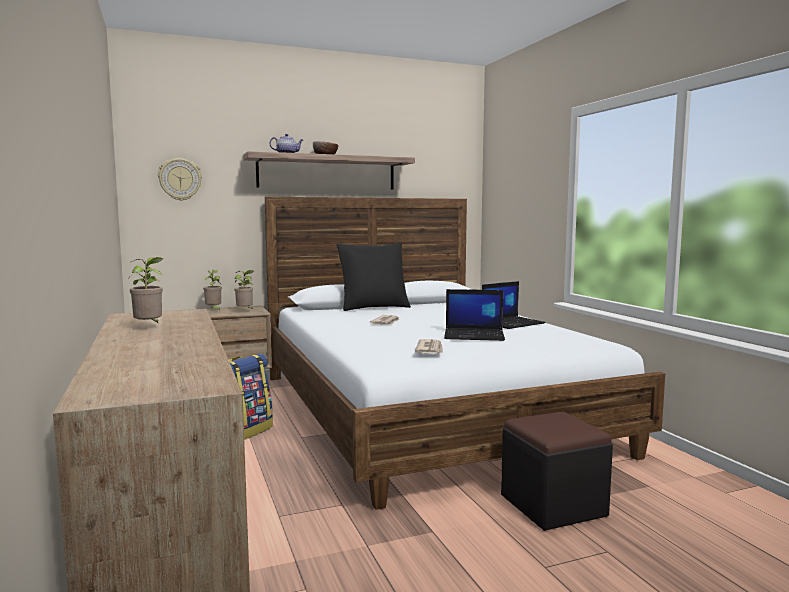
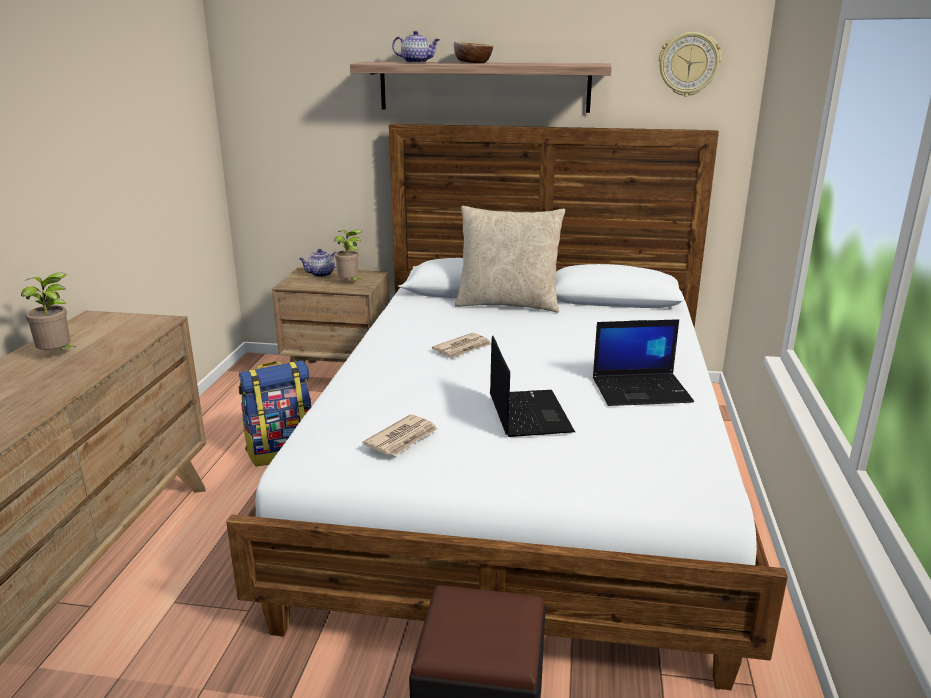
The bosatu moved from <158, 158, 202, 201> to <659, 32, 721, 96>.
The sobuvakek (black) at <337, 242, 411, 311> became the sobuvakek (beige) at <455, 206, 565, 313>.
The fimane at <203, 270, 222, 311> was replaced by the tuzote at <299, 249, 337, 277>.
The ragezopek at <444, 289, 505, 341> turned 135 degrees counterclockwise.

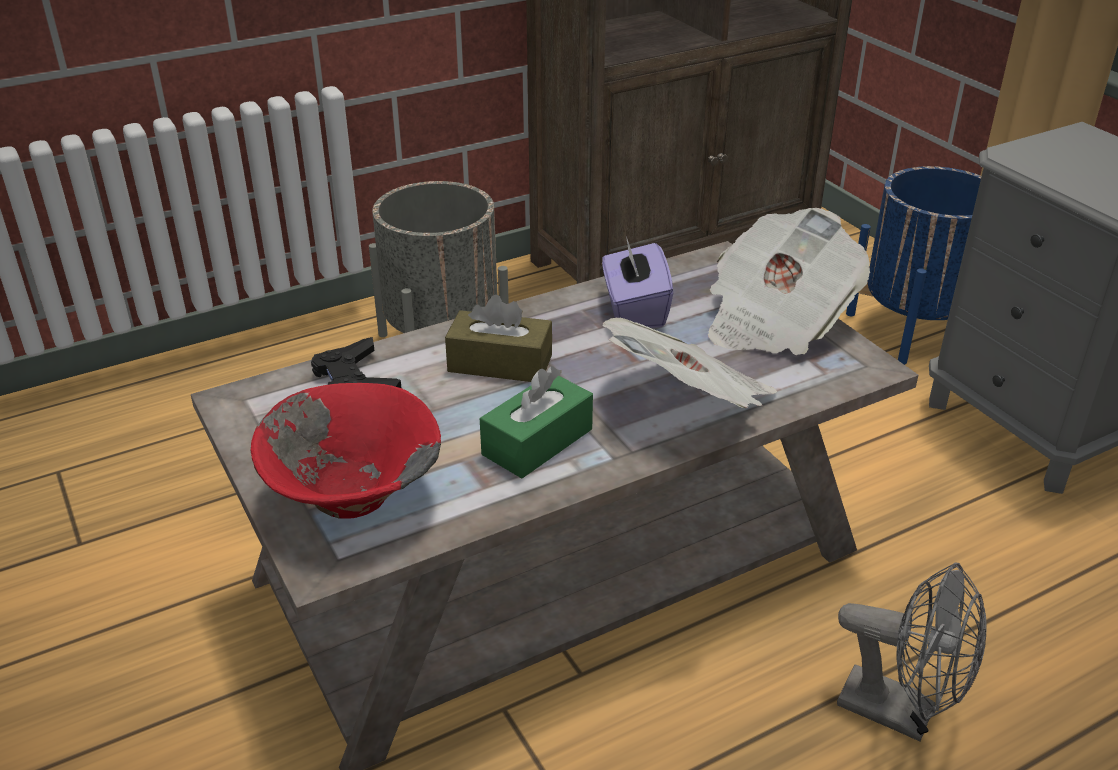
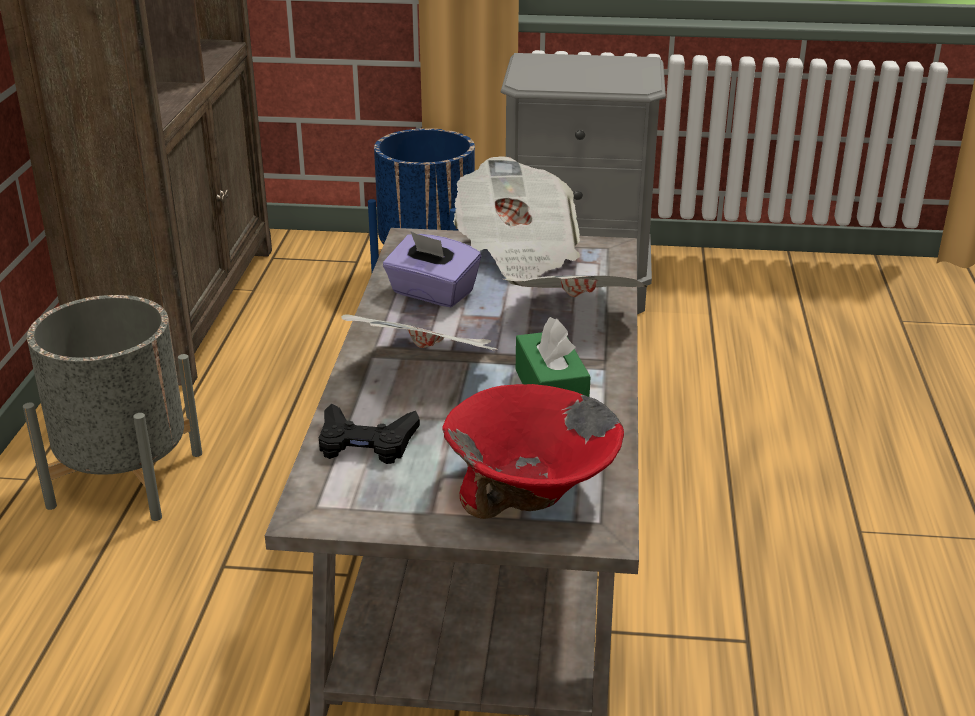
The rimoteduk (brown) at <445, 295, 552, 382> was replaced by the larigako at <342, 314, 498, 352>.
The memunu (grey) at <837, 563, 987, 741> disappeared.

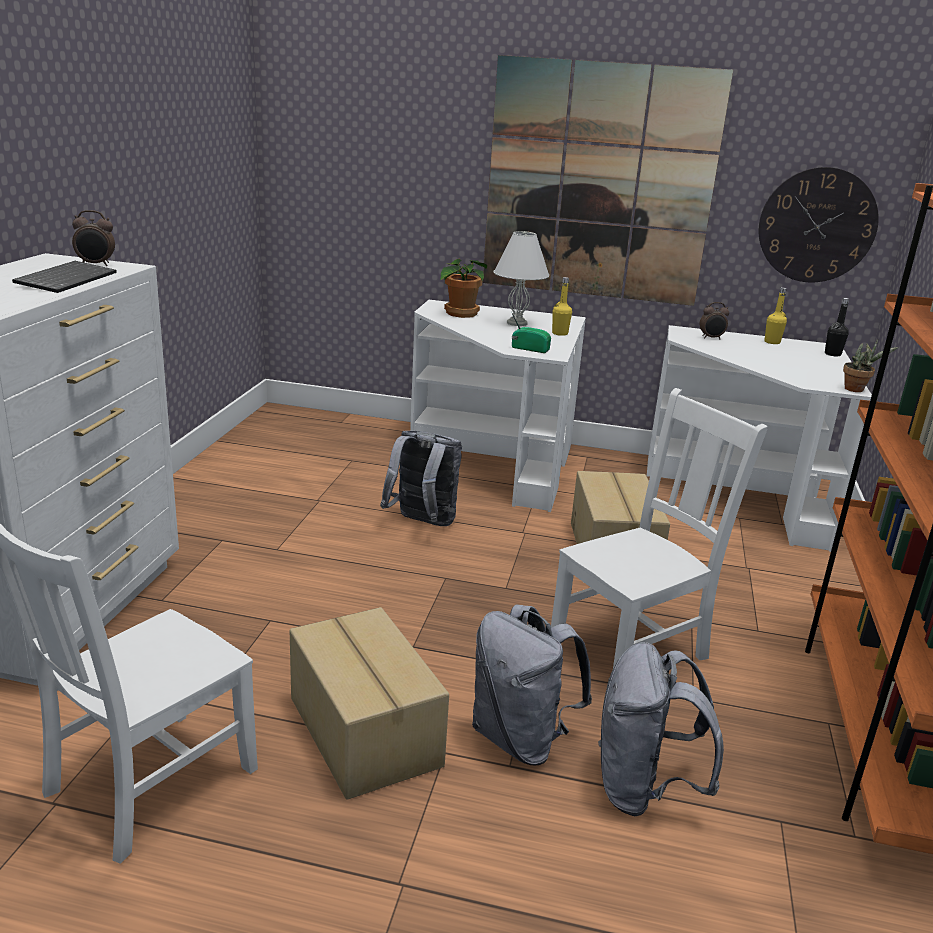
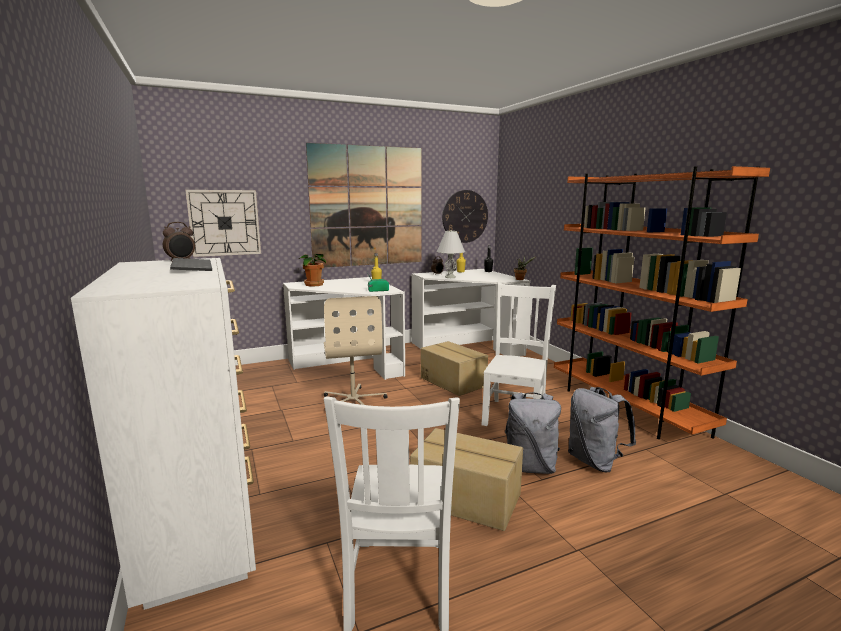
The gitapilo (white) moved from <494, 231, 549, 326> to <436, 230, 465, 278>.
The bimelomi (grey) at <380, 431, 462, 526> was replaced by the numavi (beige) at <324, 296, 387, 405>.
The bosatu at <185, 190, 261, 257> appeared.

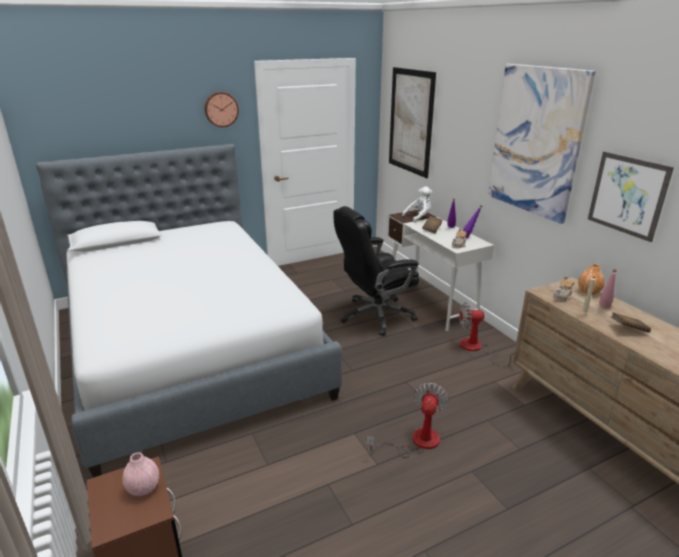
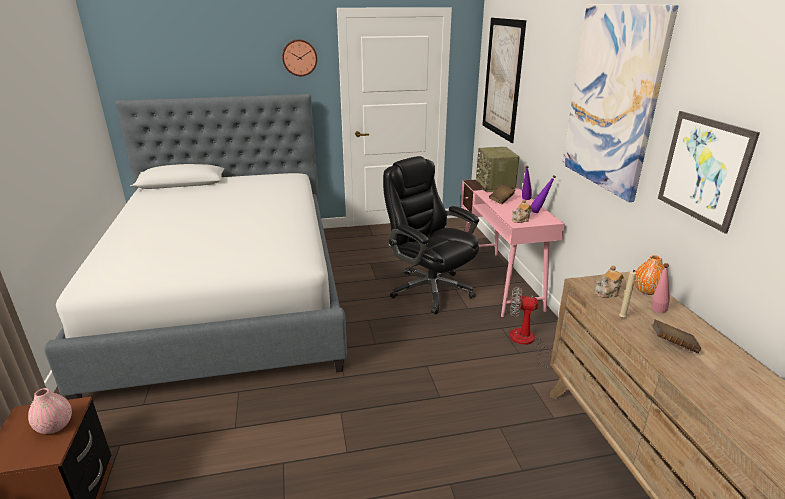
The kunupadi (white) at <402, 186, 432, 223> was replaced by the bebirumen at <476, 147, 519, 192>.
The numavi (black) at <333, 206, 419, 336> turned 60 degrees clockwise.
The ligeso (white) at <386, 209, 494, 331> became the ligeso (pink) at <461, 179, 565, 317>.
The memunu at <366, 383, 449, 458> disappeared.

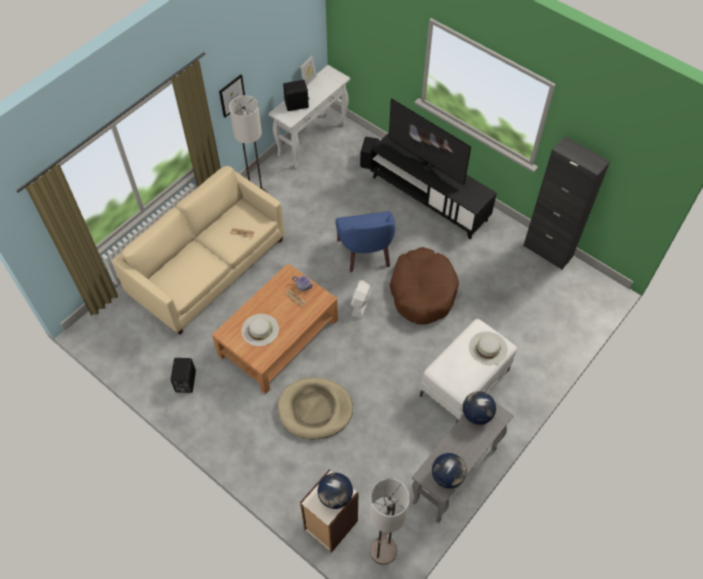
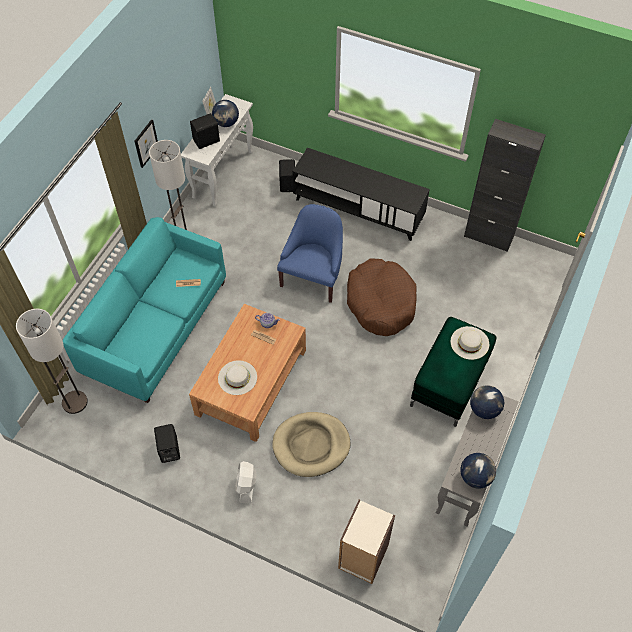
The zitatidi at <389, 98, 471, 185> disappeared.
The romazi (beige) at <112, 166, 284, 335> became the romazi (turquoise) at <63, 217, 226, 403>.
The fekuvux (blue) at <336, 211, 395, 272> turned 135 degrees counterclockwise.
The memunu (white) moved from <350, 280, 371, 318> to <236, 461, 256, 503>.
The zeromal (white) at <420, 319, 517, 423> became the zeromal (green) at <410, 317, 497, 427>.
The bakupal moved from <318, 473, 353, 509> to <212, 100, 239, 127>.
The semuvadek moved from <369, 478, 410, 565> to <16, 309, 88, 414>.

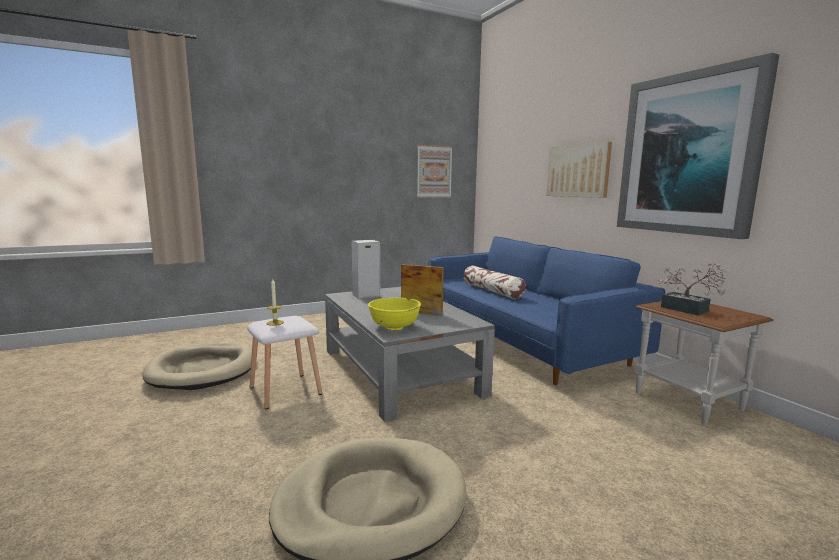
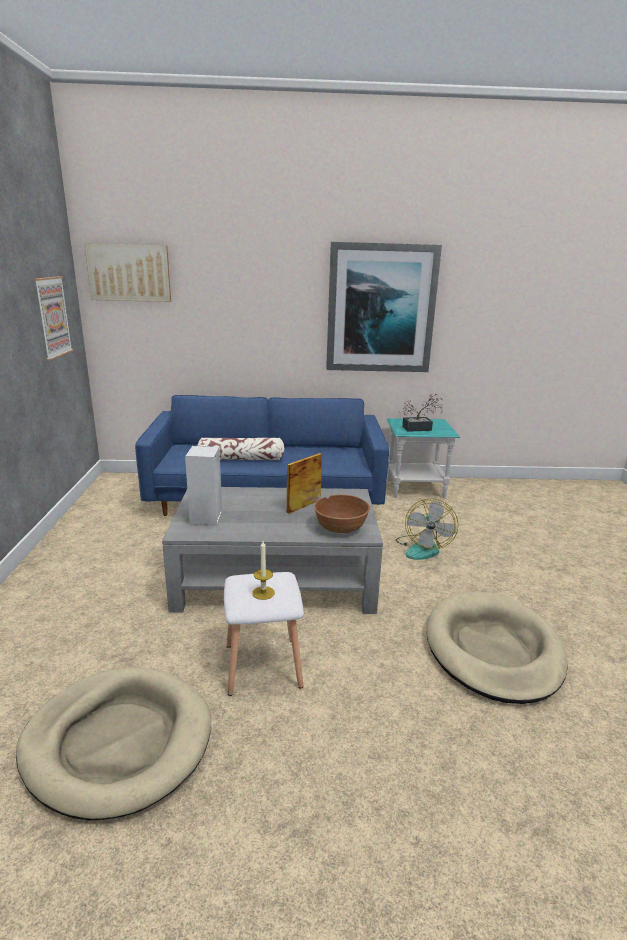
The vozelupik moved from <547, 142, 612, 198> to <84, 243, 171, 302>.
The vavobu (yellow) at <368, 298, 421, 330> became the vavobu (brown) at <314, 494, 370, 533>.
The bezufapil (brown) at <635, 301, 773, 425> became the bezufapil (turquoise) at <387, 418, 460, 499>.
The memunu at <396, 499, 458, 560> appeared.

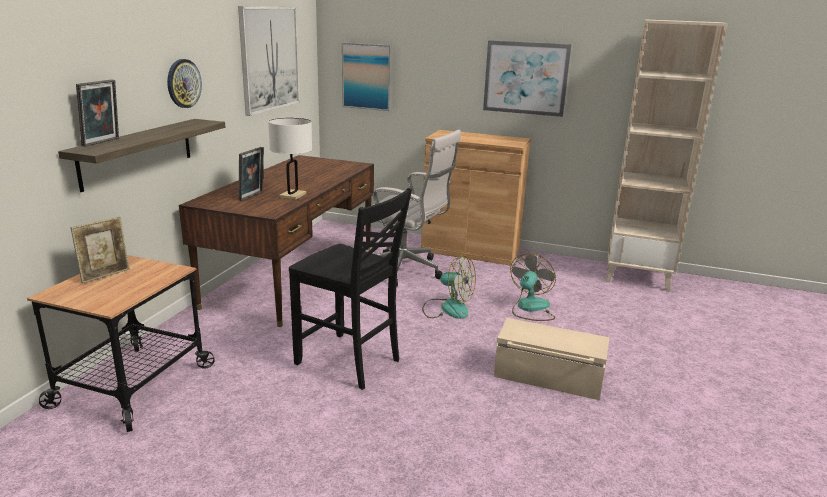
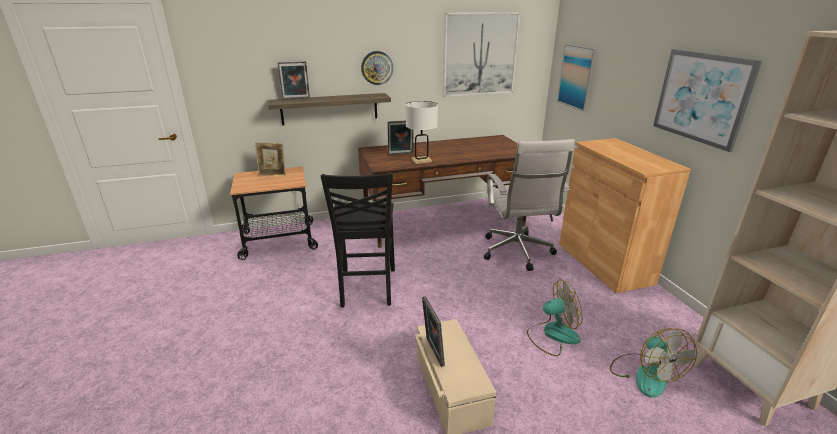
The memunu moved from <422, 255, 476, 319> to <610, 328, 697, 397>.
The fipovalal at <422, 296, 445, 367> appeared.

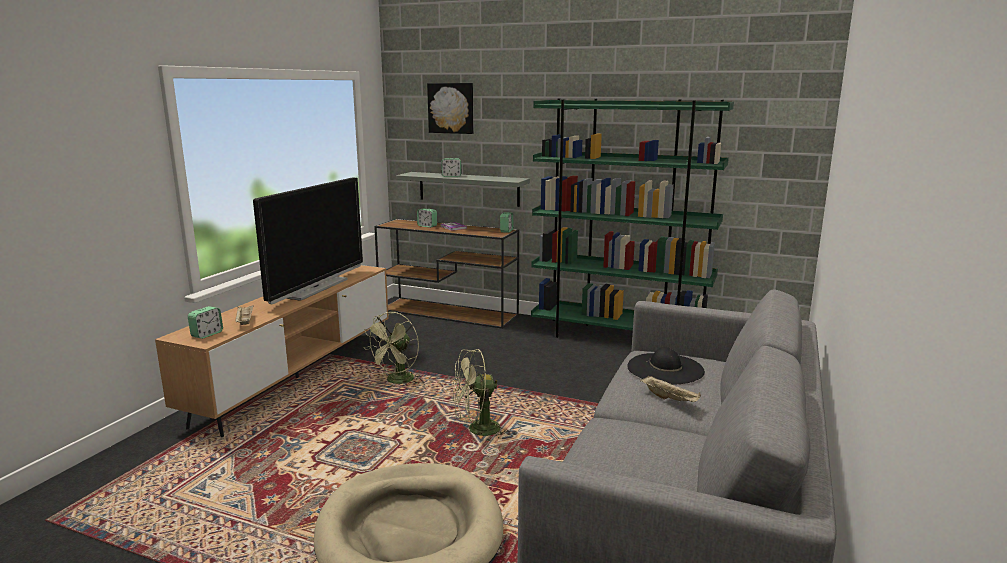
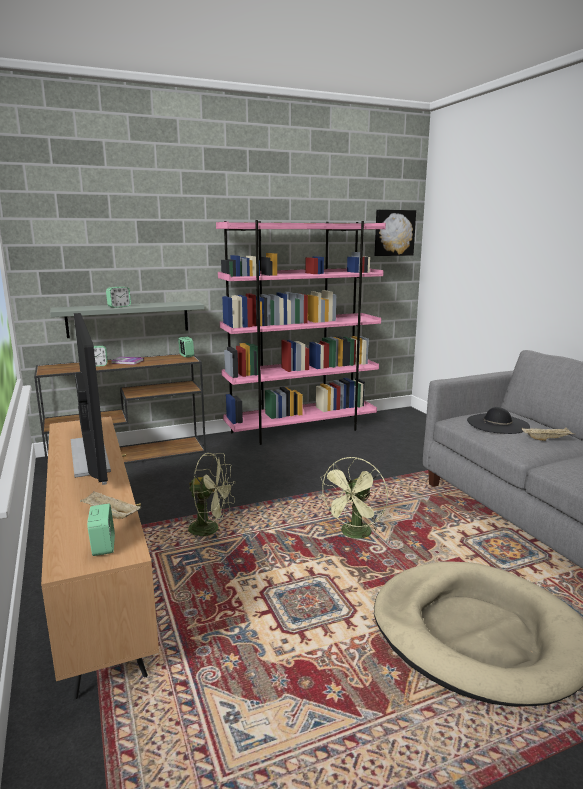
The vozelupik moved from <427, 83, 473, 134> to <375, 210, 416, 256>.
The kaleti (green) at <531, 98, 734, 338> became the kaleti (pink) at <216, 220, 386, 445>.
The memunu (green) at <363, 312, 422, 384> turned 60 degrees counterclockwise.

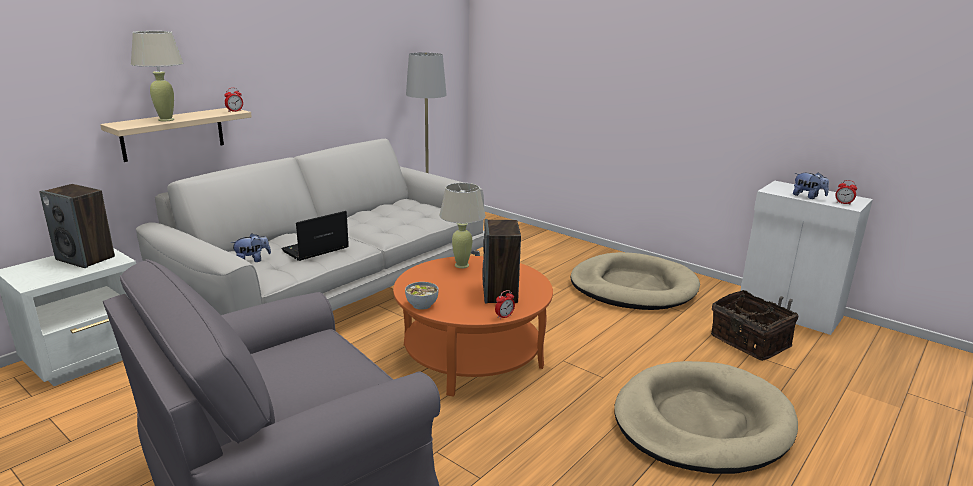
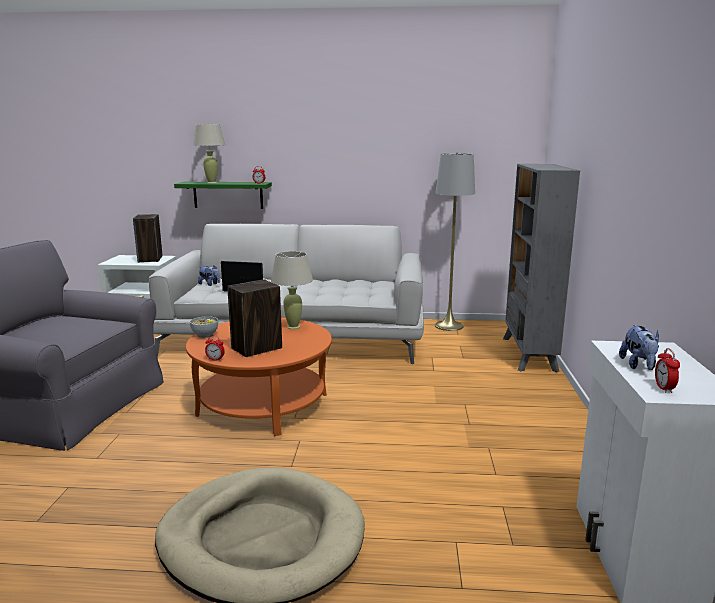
The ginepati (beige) at <100, 108, 252, 162> became the ginepati (green) at <174, 182, 272, 209>.
The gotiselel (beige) at <570, 252, 700, 310> disappeared.
The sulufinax at <711, 290, 799, 361> disappeared.
The kaleti (grey) at <503, 164, 580, 372> appeared.

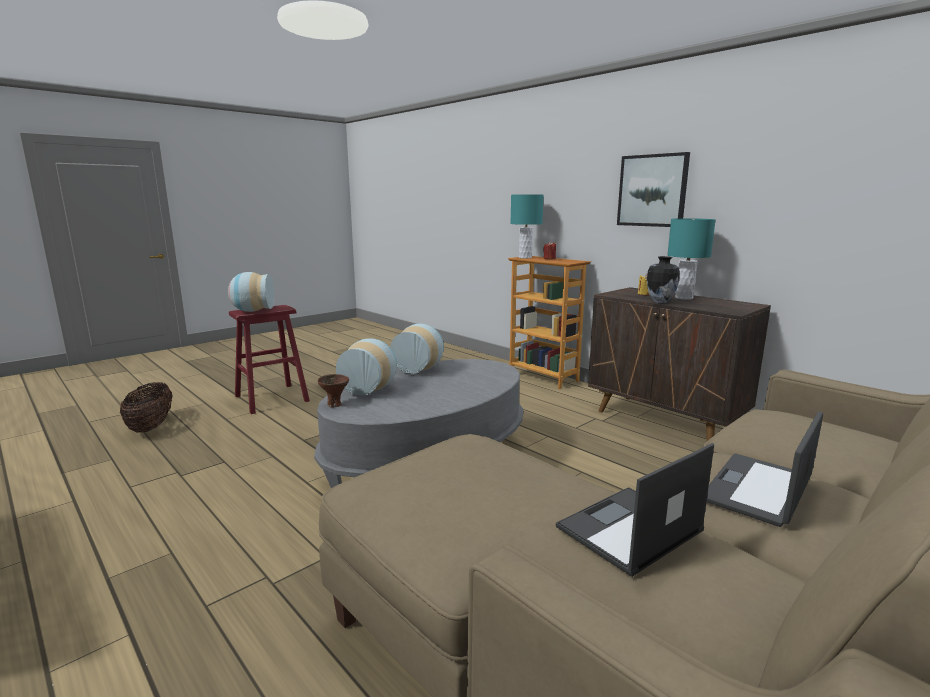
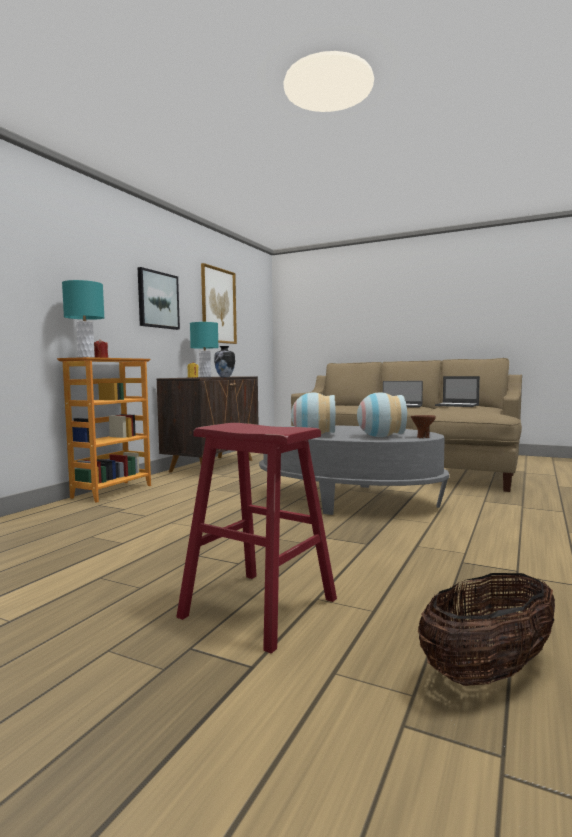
The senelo at <228, 272, 274, 312> disappeared.
The vozelupik at <201, 263, 237, 344> appeared.

